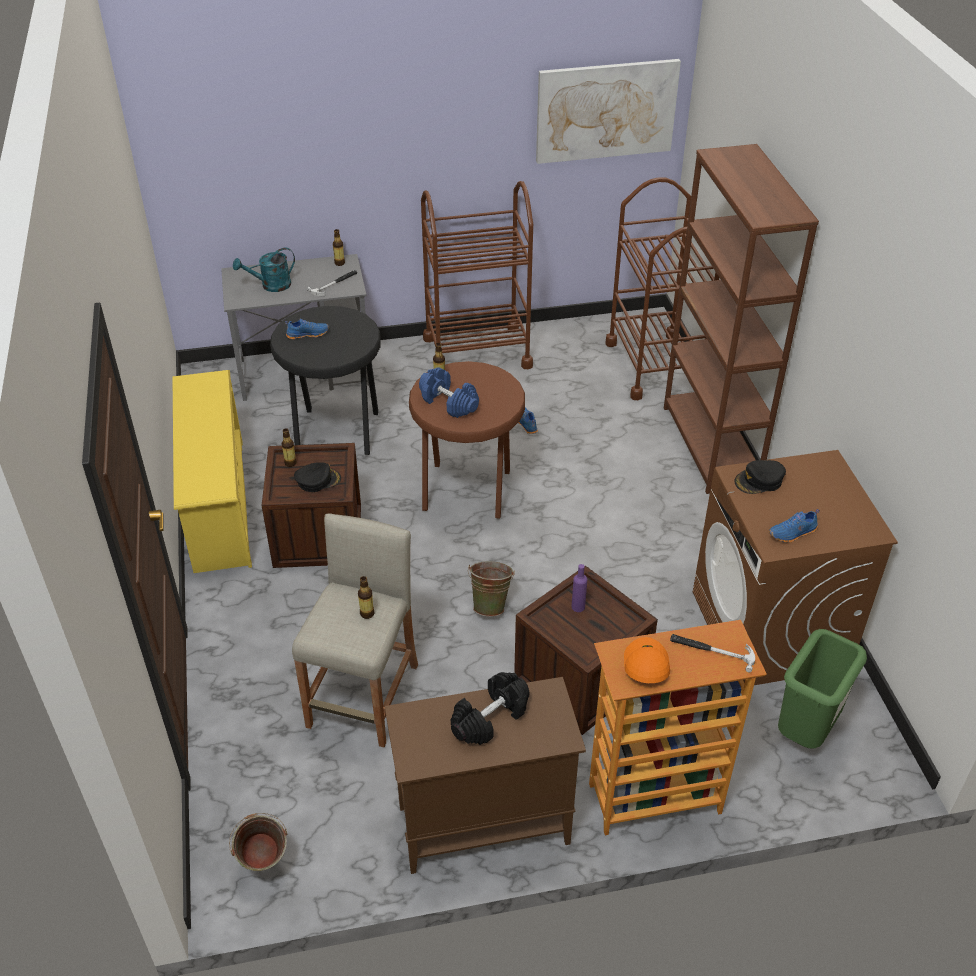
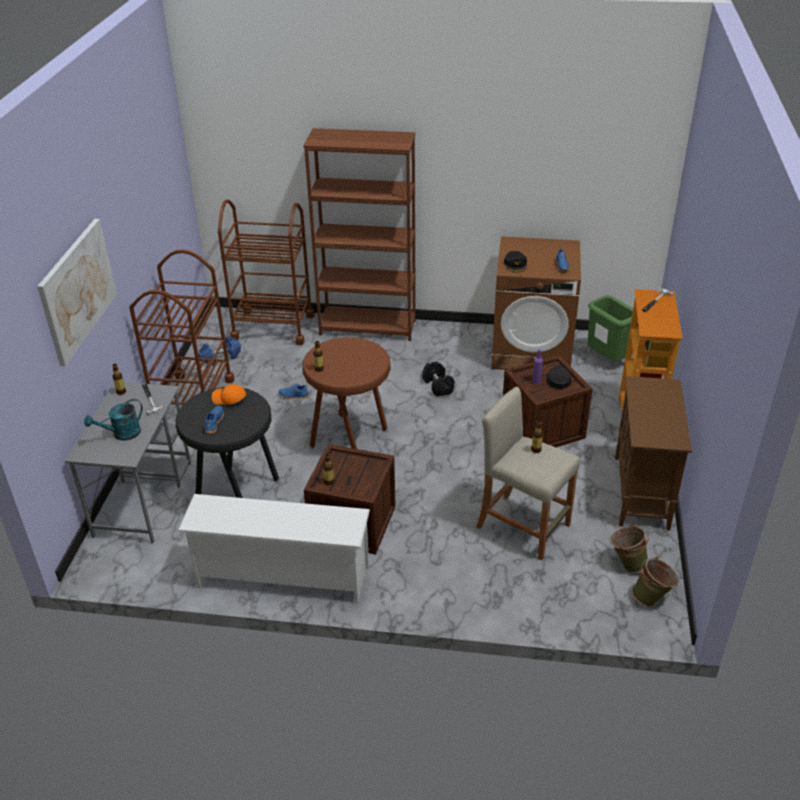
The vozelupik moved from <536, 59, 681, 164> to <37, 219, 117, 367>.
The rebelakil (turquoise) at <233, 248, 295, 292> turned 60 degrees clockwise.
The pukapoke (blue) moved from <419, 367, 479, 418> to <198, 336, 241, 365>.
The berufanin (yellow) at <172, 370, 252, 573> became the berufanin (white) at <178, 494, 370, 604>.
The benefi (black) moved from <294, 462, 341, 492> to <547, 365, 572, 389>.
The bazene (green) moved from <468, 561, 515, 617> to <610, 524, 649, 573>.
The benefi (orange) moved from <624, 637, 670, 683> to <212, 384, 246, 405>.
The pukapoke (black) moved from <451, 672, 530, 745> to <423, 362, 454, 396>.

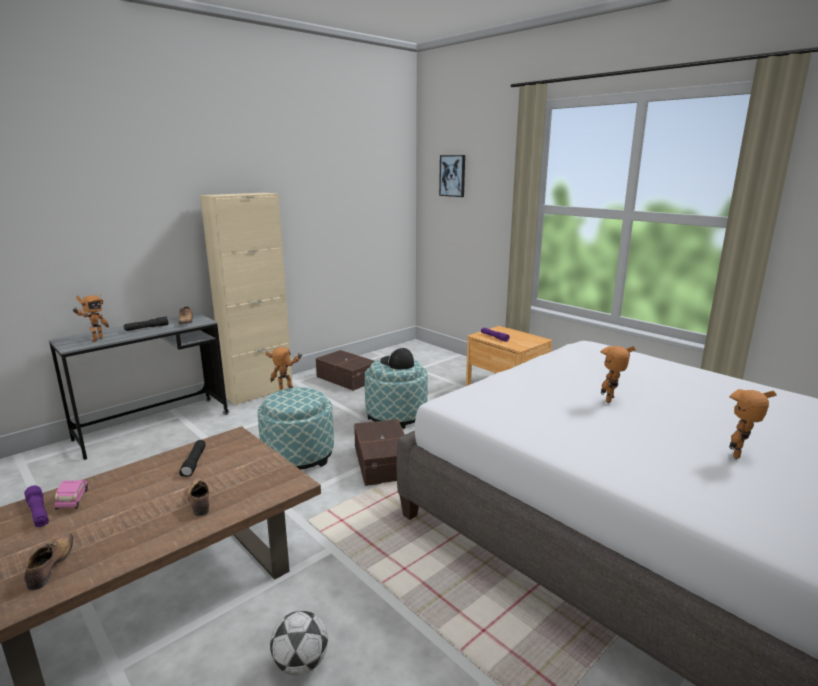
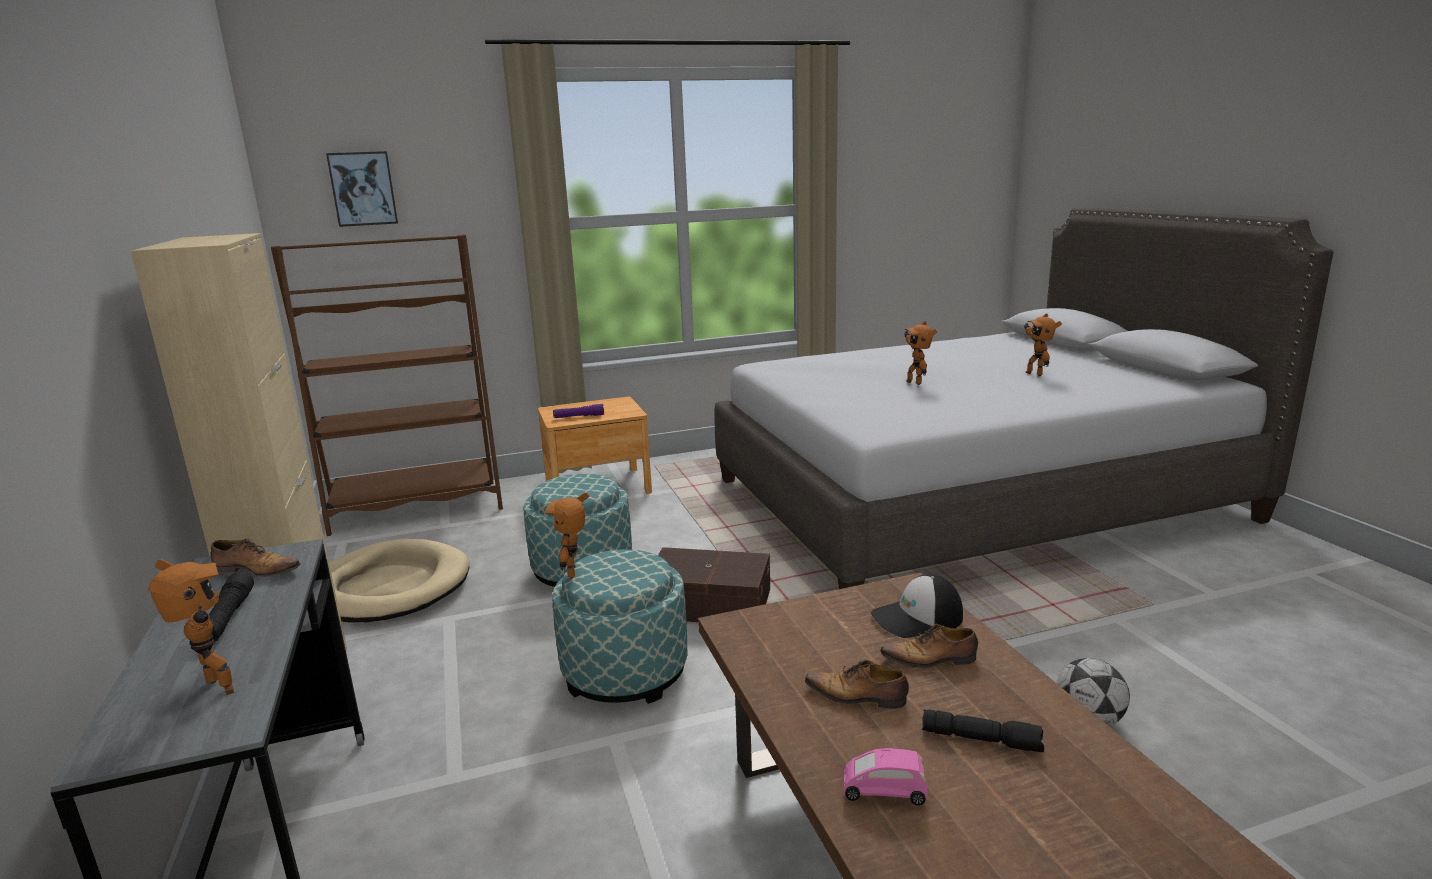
The benefi moved from <380, 348, 414, 370> to <871, 574, 963, 638>.
The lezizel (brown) at <316, 350, 375, 391> was replaced by the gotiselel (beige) at <329, 539, 470, 622>.
The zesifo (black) moved from <179, 440, 206, 477> to <922, 710, 1044, 752>.
The zesifo (purple) at <24, 485, 49, 527> disappeared.
The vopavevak moved from <24, 533, 73, 590> to <805, 659, 909, 709>.
The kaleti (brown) at <271, 235, 503, 536> appeared.

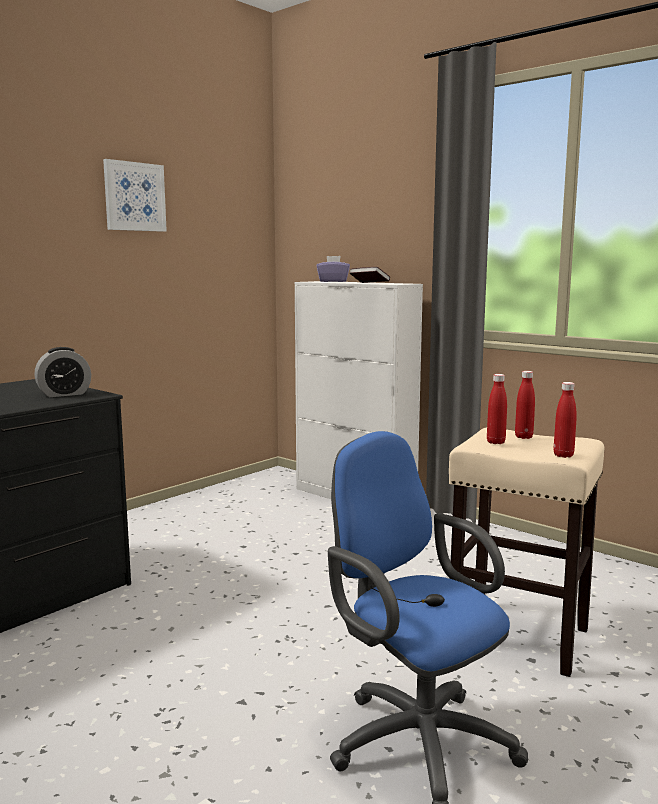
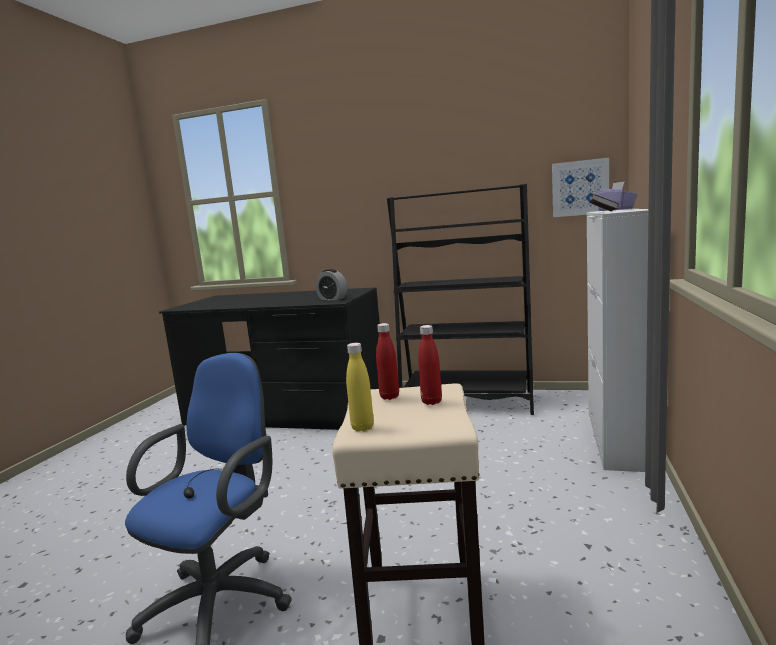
The vozelupik moved from <103, 159, 167, 232> to <552, 158, 609, 217>.
The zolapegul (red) at <554, 382, 577, 458> became the zolapegul (yellow) at <346, 343, 374, 432>.
The kaleti (black) at <387, 184, 534, 415> appeared.

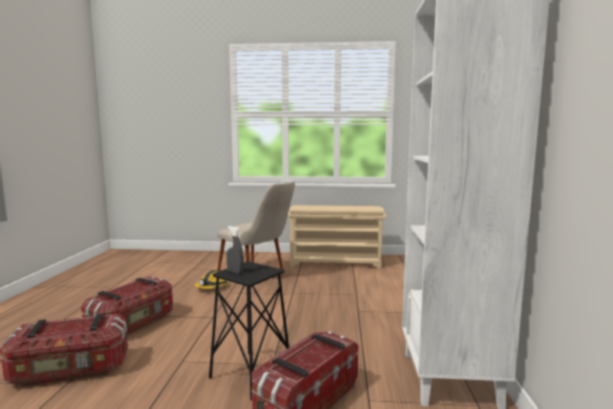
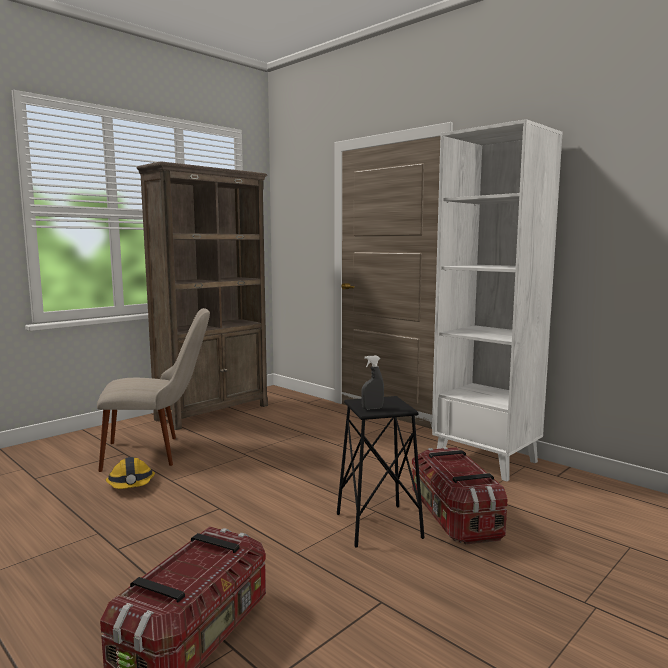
The berufanin (beige) at <287, 205, 387, 269> was replaced by the kaleti (brown) at <137, 161, 268, 430>.
The lezizel at <81, 276, 173, 335> disappeared.

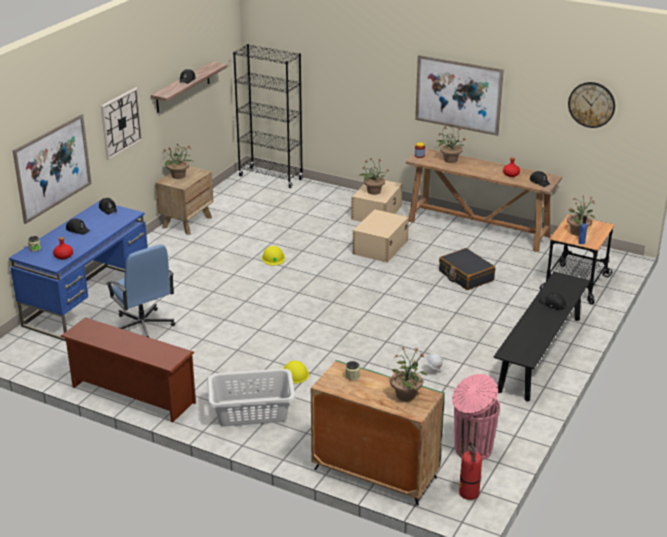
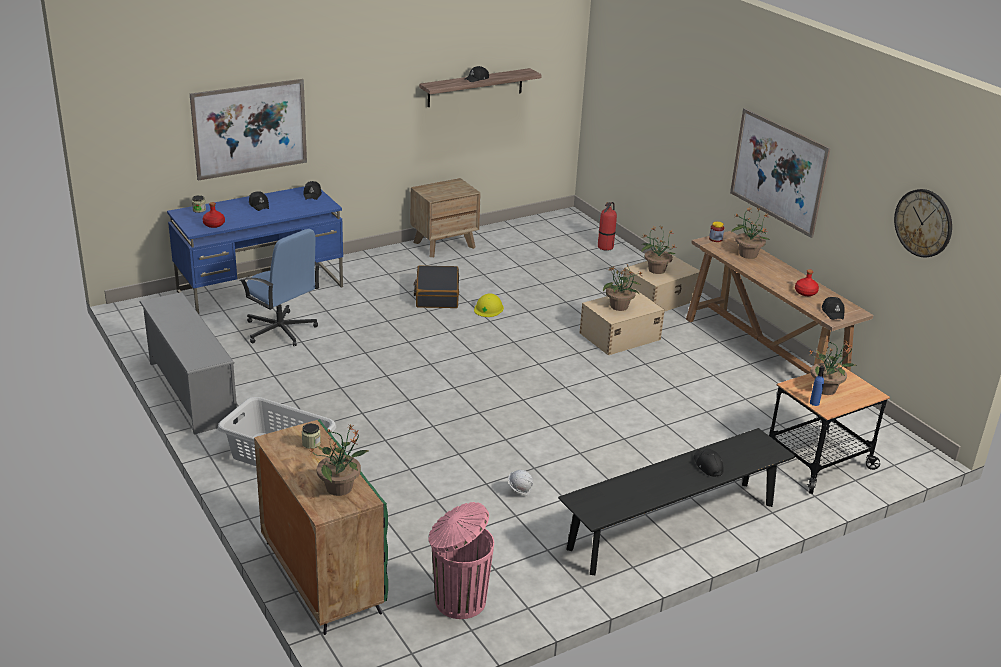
The kaleti (black) at <233, 44, 303, 188> disappeared.
The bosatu at <101, 88, 143, 160> disappeared.
The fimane moved from <163, 144, 194, 179> to <603, 264, 643, 311>.
The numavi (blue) at <106, 244, 175, 337> turned 45 degrees counterclockwise.
The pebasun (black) moved from <439, 248, 495, 290> to <414, 266, 459, 308>.
The berufanin (brown) at <60, 317, 196, 422> became the berufanin (grey) at <140, 292, 238, 434>.
The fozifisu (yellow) at <283, 361, 309, 384> disappeared.
The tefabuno moved from <459, 442, 482, 500> to <598, 202, 617, 251>.

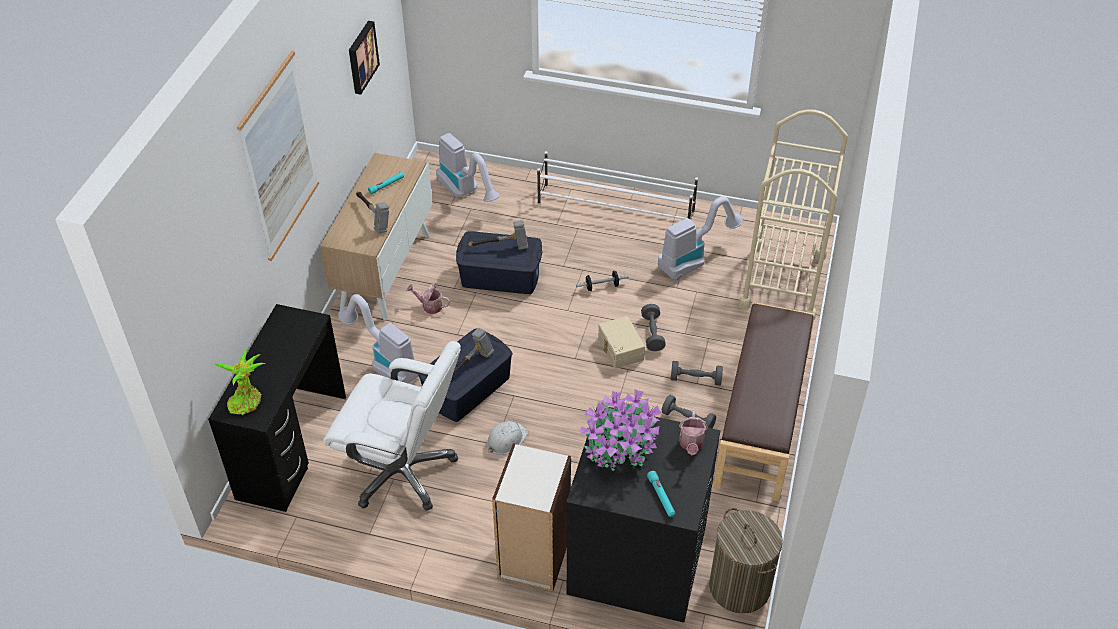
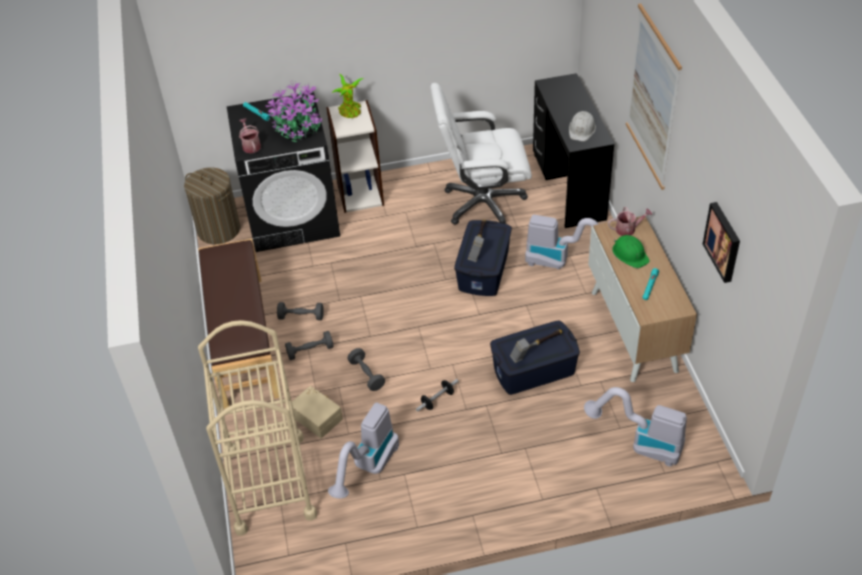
The berufanin (white) at <537, 151, 698, 220> disappeared.
The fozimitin at <356, 191, 389, 233> was replaced by the fozifisu (green) at <612, 235, 650, 268>.
The rebelakil moved from <406, 284, 450, 314> to <608, 207, 652, 236>.
The lezizel (beige) moved from <598, 316, 645, 369> to <292, 386, 343, 438>.
The fimane moved from <214, 348, 266, 415> to <332, 74, 364, 118>.
The fozifisu (white) moved from <487, 421, 528, 455> to <569, 111, 596, 141>.

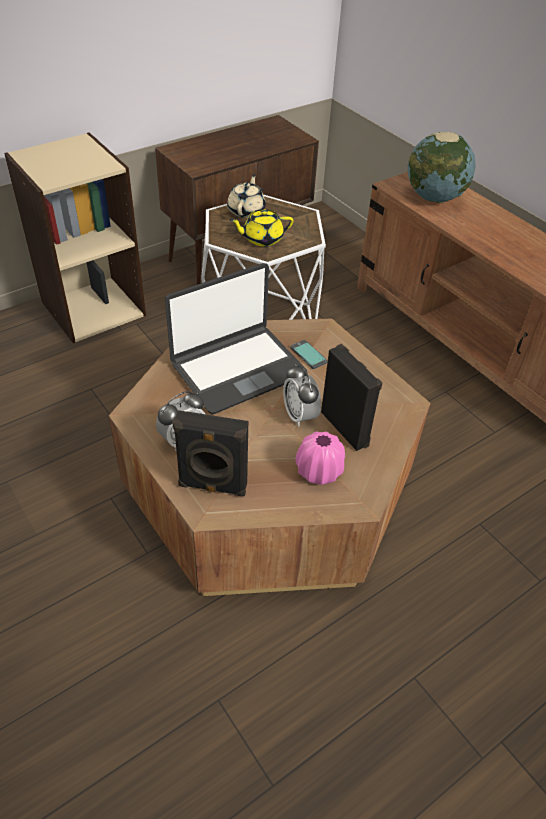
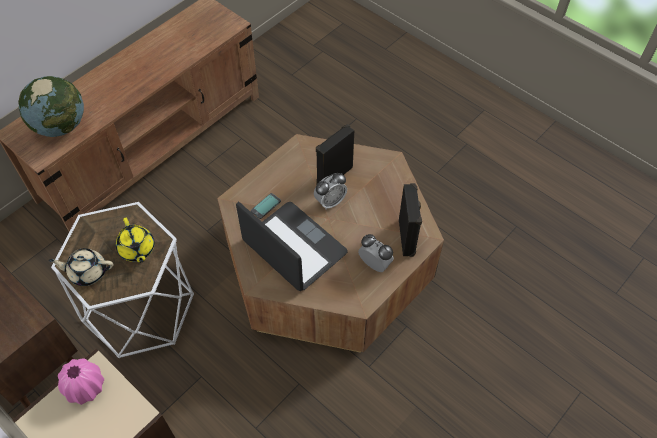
The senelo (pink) moved from <296, 432, 345, 485> to <58, 358, 104, 405>.

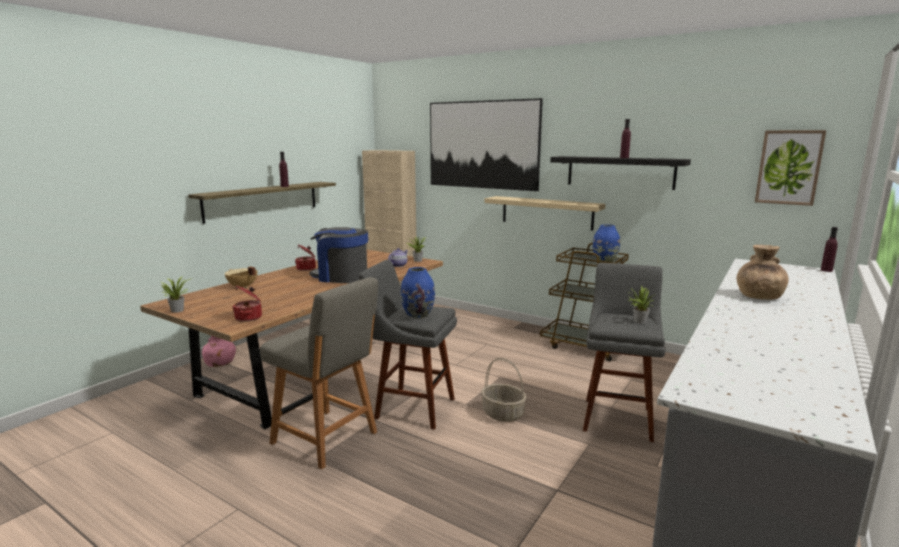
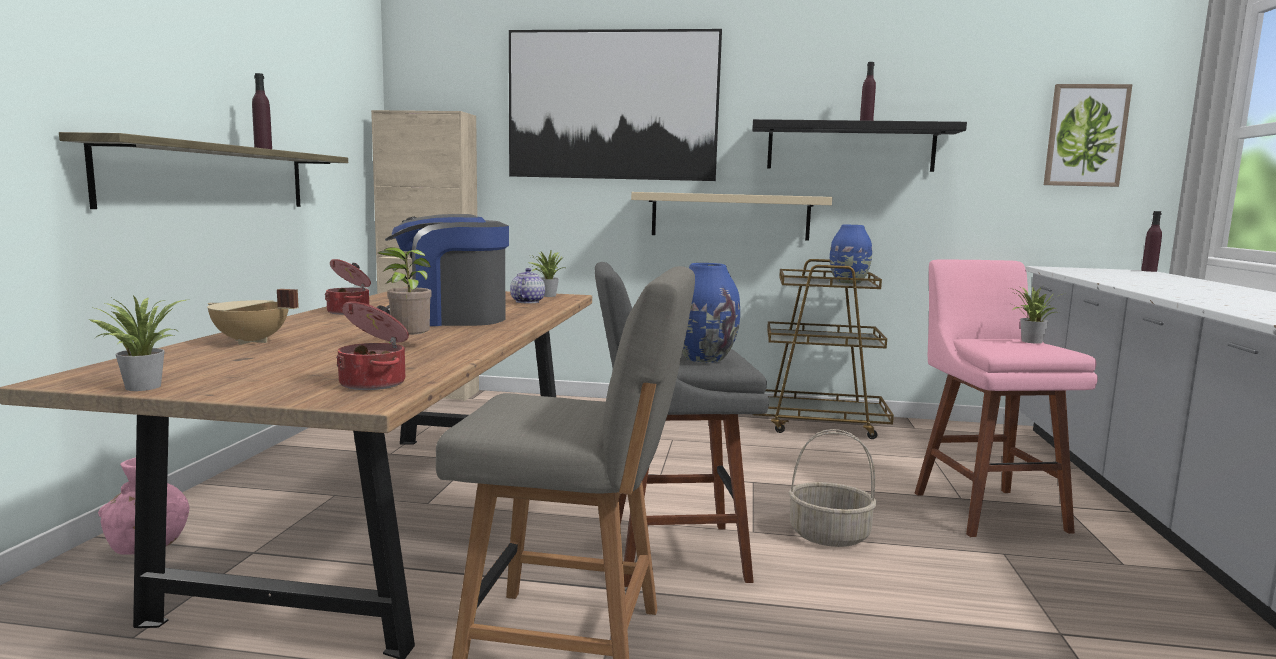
The senelo (brown) at <736, 245, 789, 300> disappeared.
The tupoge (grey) at <583, 263, 666, 442> became the tupoge (pink) at <915, 259, 1098, 537>.
The fimane at <378, 247, 432, 343> appeared.

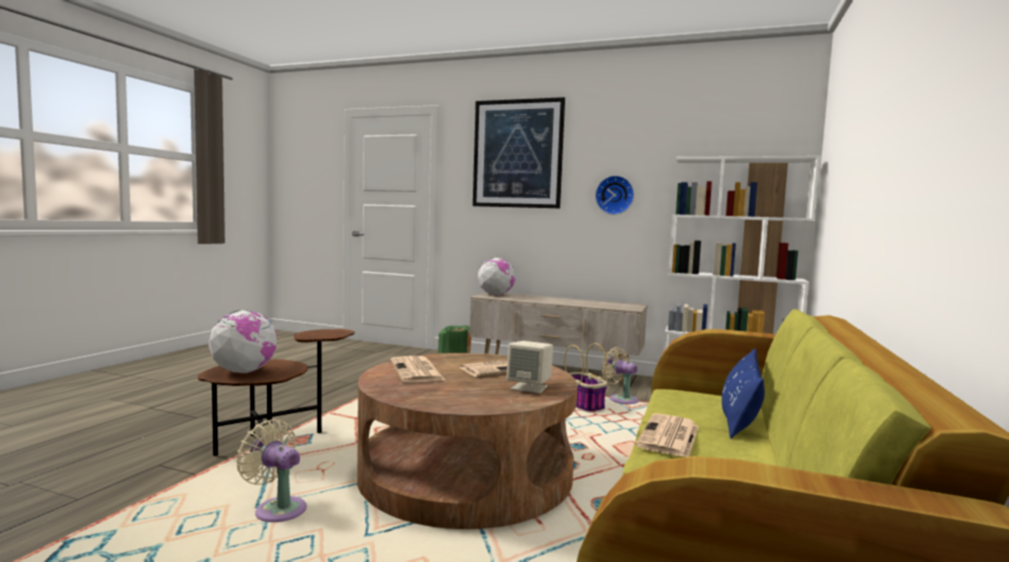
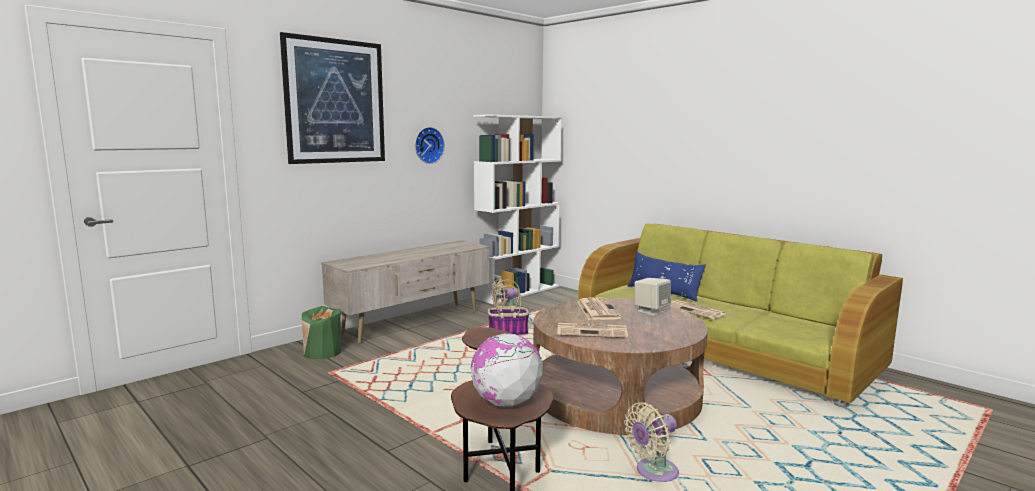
The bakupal at <478, 258, 515, 295> disappeared.

